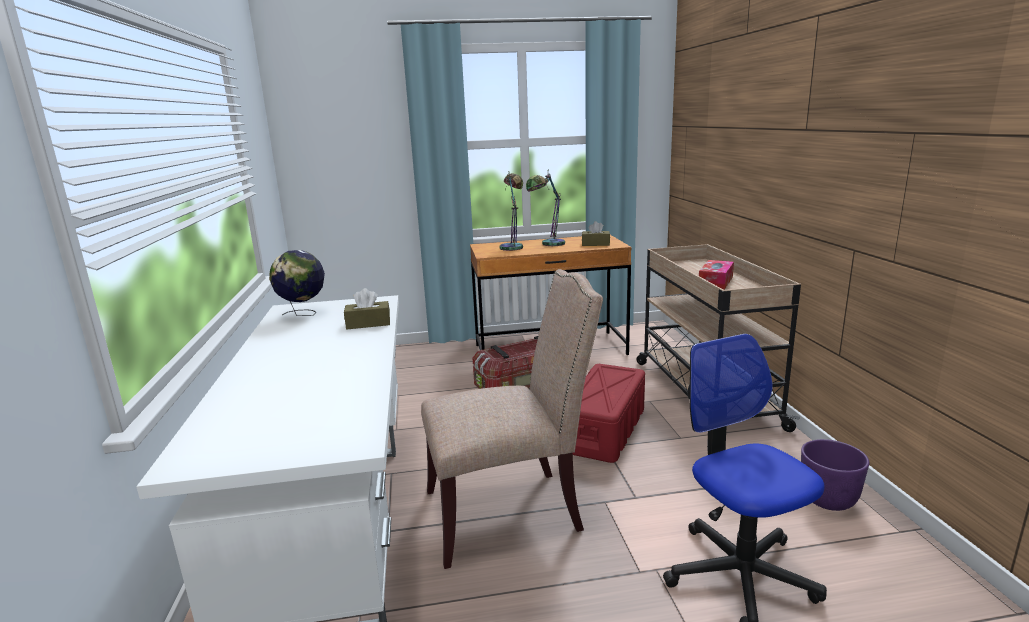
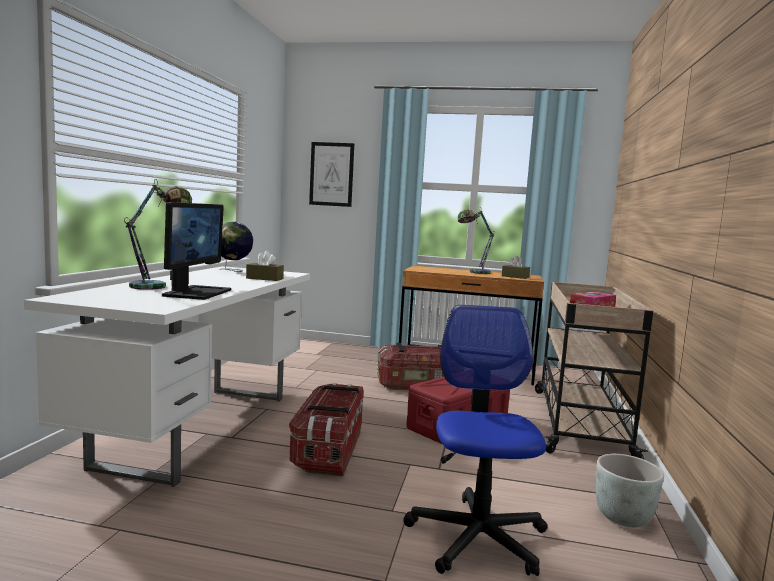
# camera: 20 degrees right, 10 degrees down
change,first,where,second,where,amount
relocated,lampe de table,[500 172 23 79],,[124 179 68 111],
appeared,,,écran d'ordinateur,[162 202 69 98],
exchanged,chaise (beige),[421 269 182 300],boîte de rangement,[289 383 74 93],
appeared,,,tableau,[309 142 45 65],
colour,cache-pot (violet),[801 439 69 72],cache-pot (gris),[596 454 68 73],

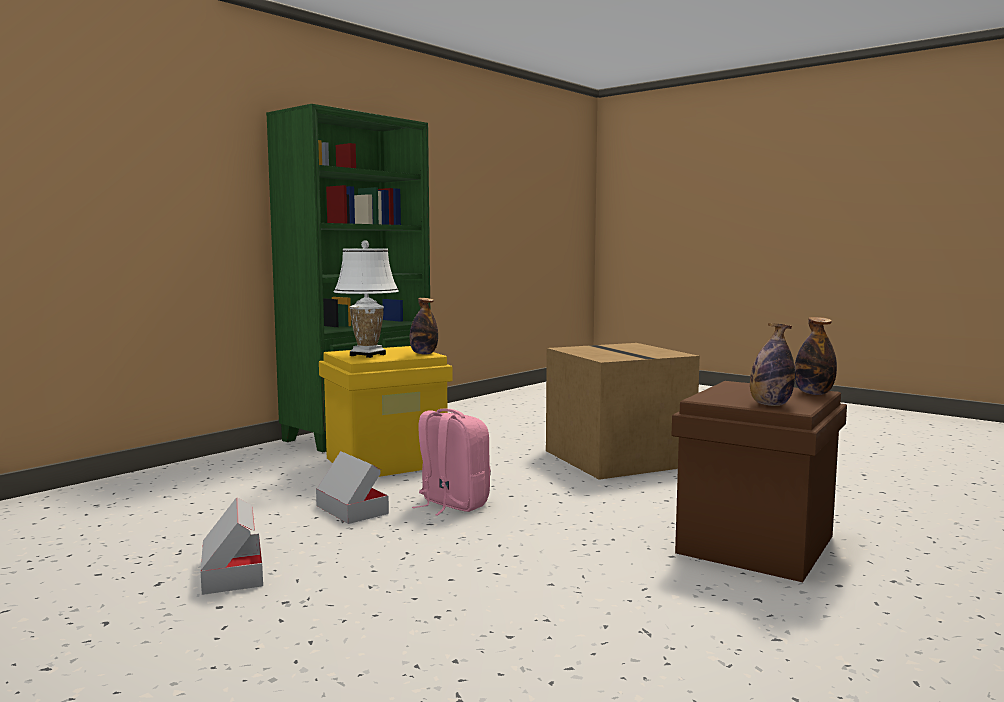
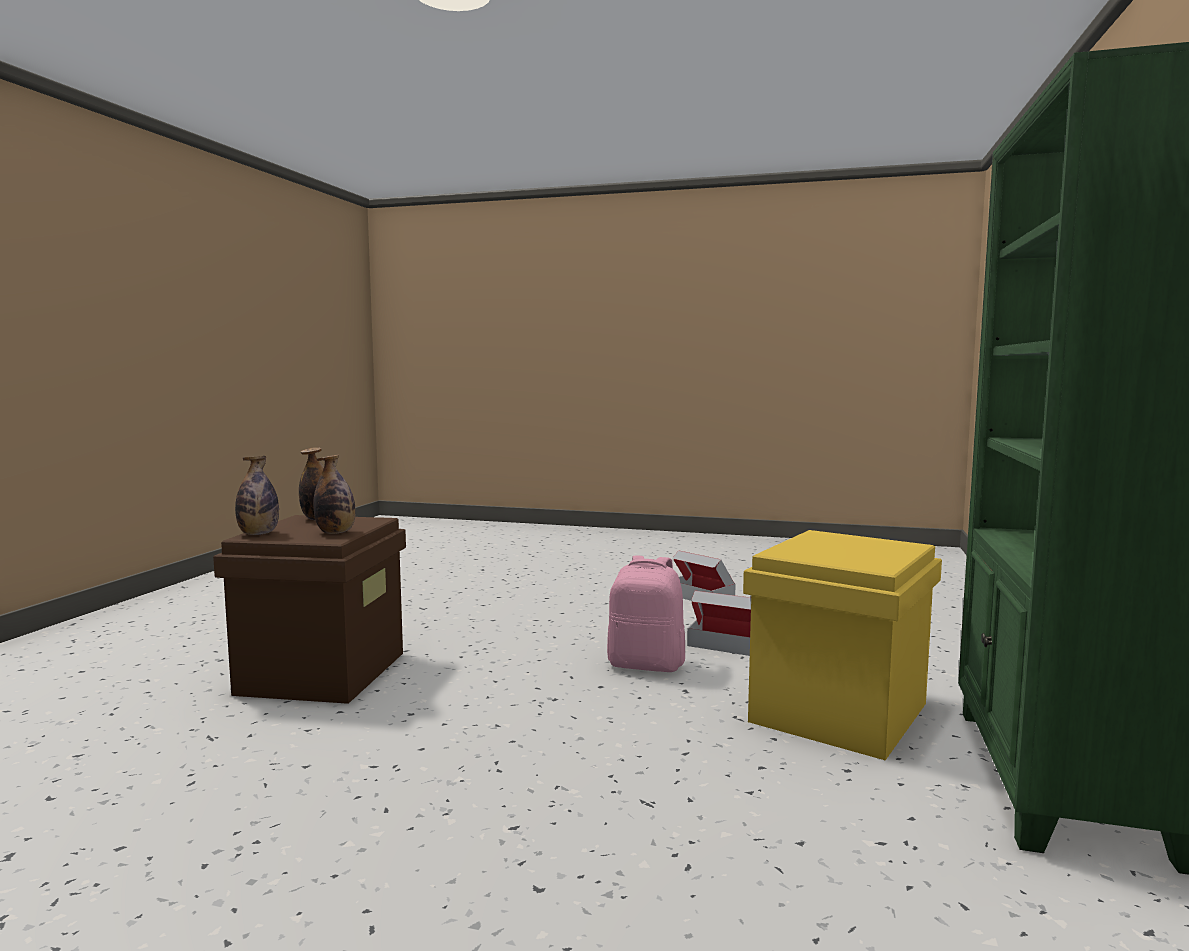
# camera: 155 degrees right, 0 degrees up
change,first,where,second,where,amount
relocated,bouteille,[410 298 28 57],,[314 455 42 79],
missing,lampe de table (blanc),[334 240 65 118],,,
missing,carton,[546 343 154 137],,,

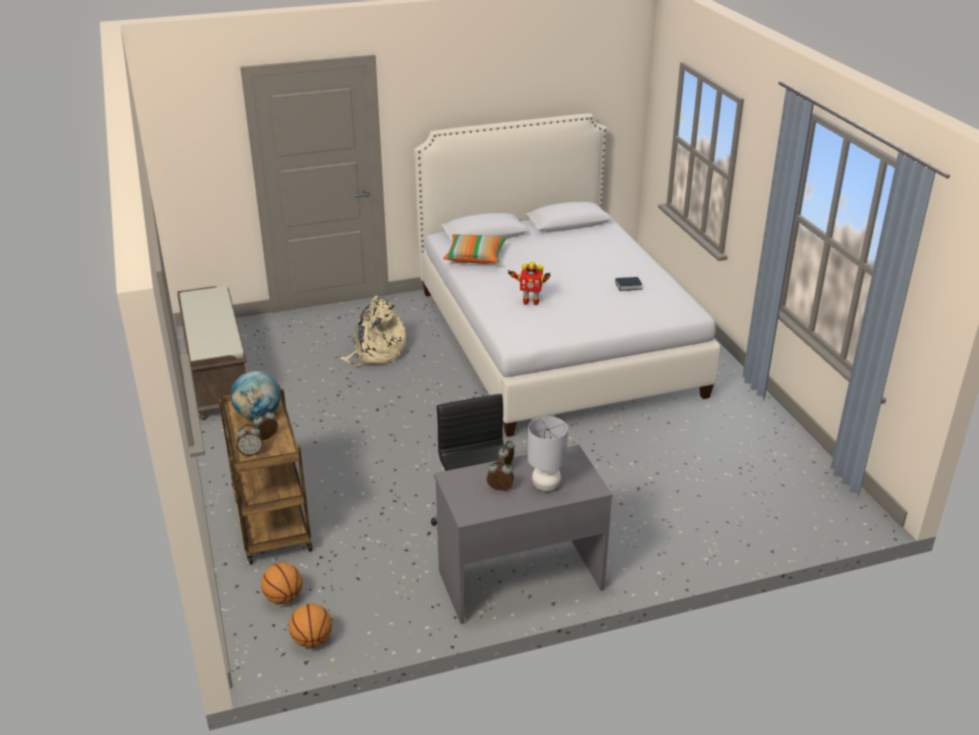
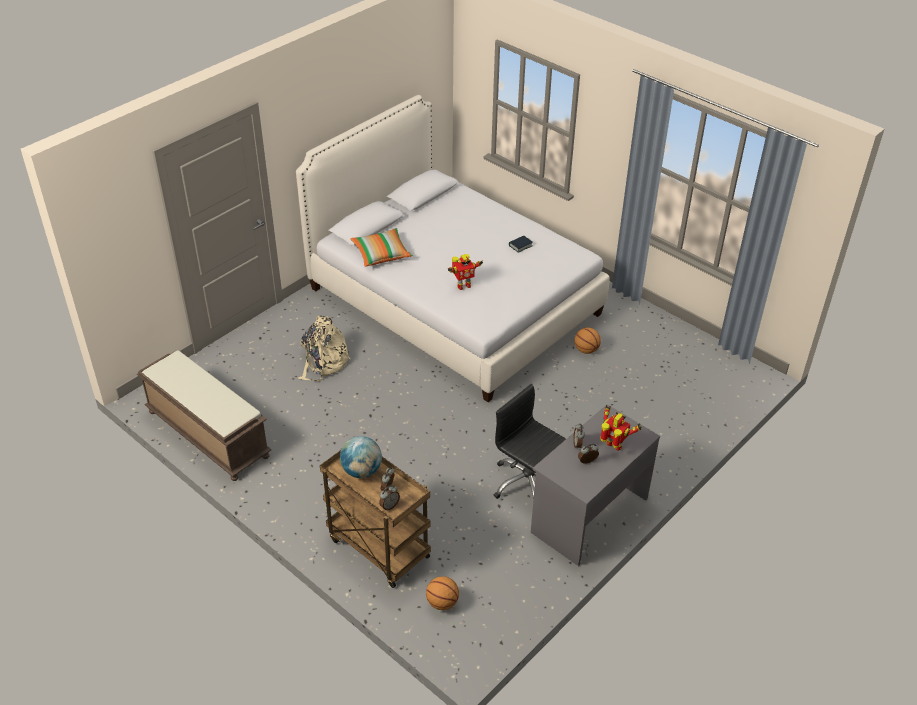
# camera: 30 degrees left, 10 degrees up
change,first,where,second,where,amount
relocated,ballon de basket,[289 604 43 44],,[574 327 27 27],
exchanged,lampe de table (gris),[528 416 40 75],robot jouet,[600 405 42 45],

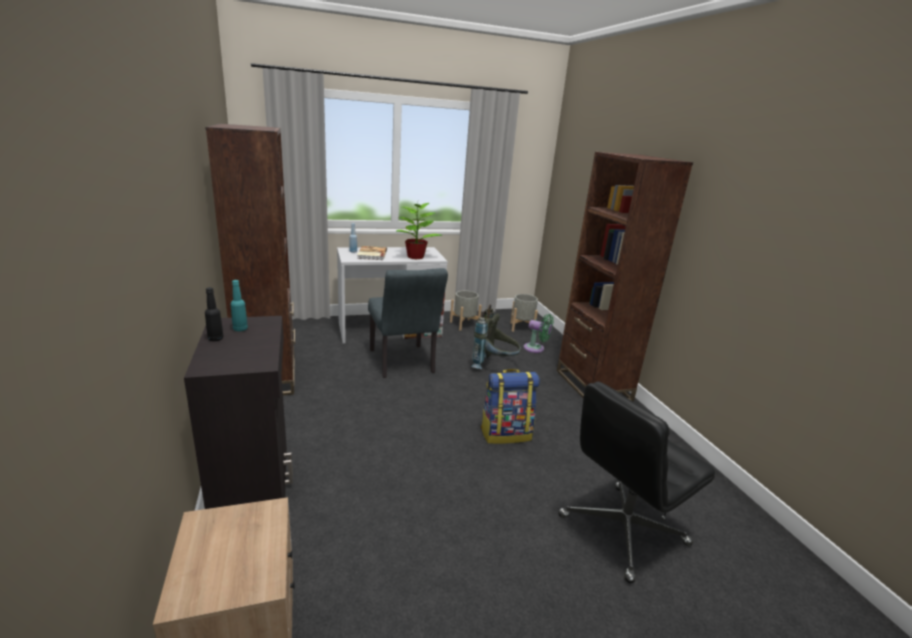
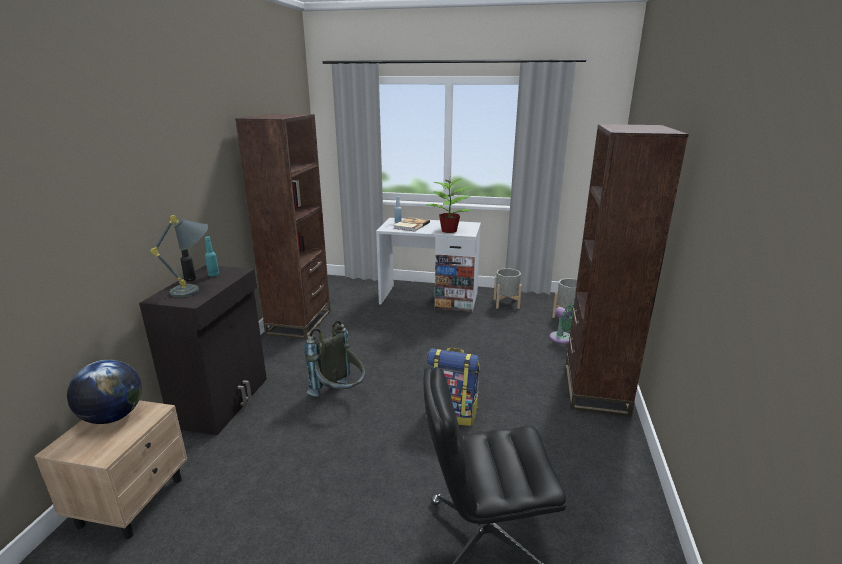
# camera: 30 degrees right, 0 degrees up
change,first,where,second,where,amount
appeared,,,globe,[67 359 75 65],
appeared,,,lampe de table (gris),[151 215 57 82],
relocated,sac à dos (gris),[471 305 50 64],,[304 320 61 77],
missing,chaise (gris),[368 268 80 110],,,

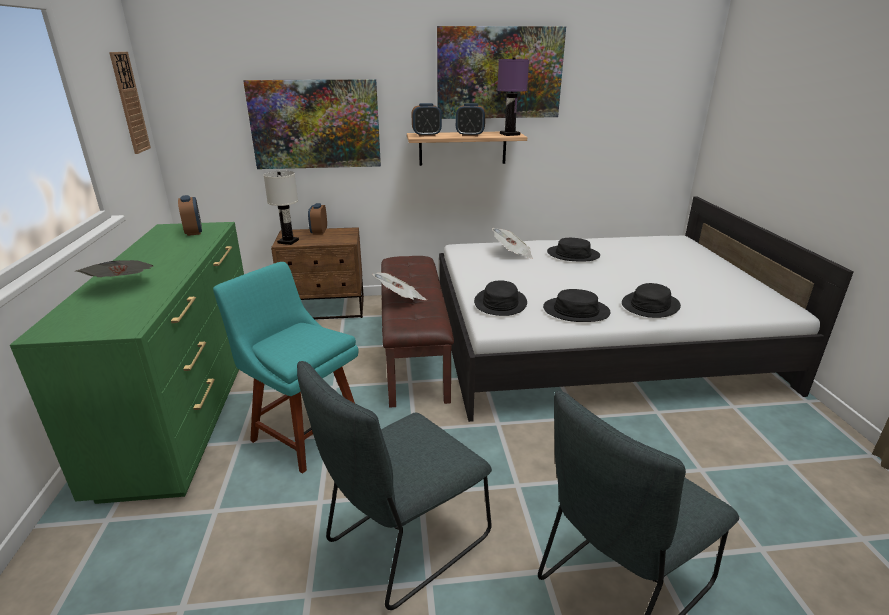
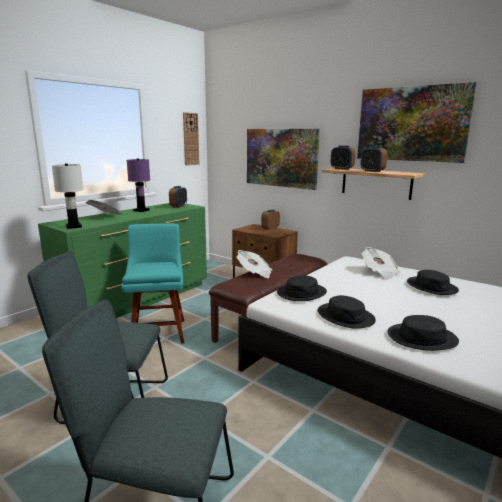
# camera: 45 degrees right, 10 degrees down
change,first,where,second,where,amount
relocated,lampe de table (blanc),[263 171 36 74],,[52 164 32 65],
relocated,lampe de table (violet),[497 57 32 79],,[127 159 23 53],

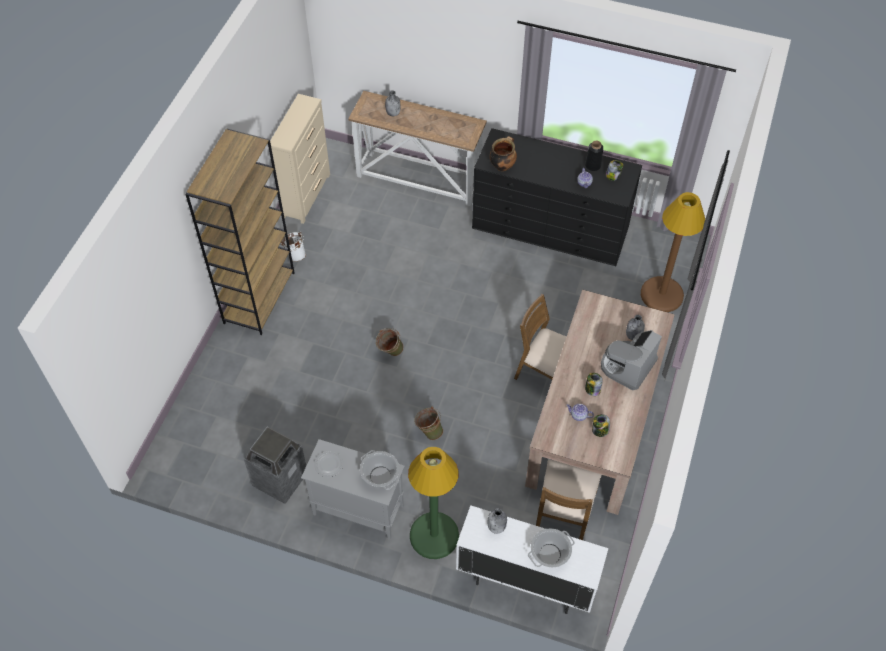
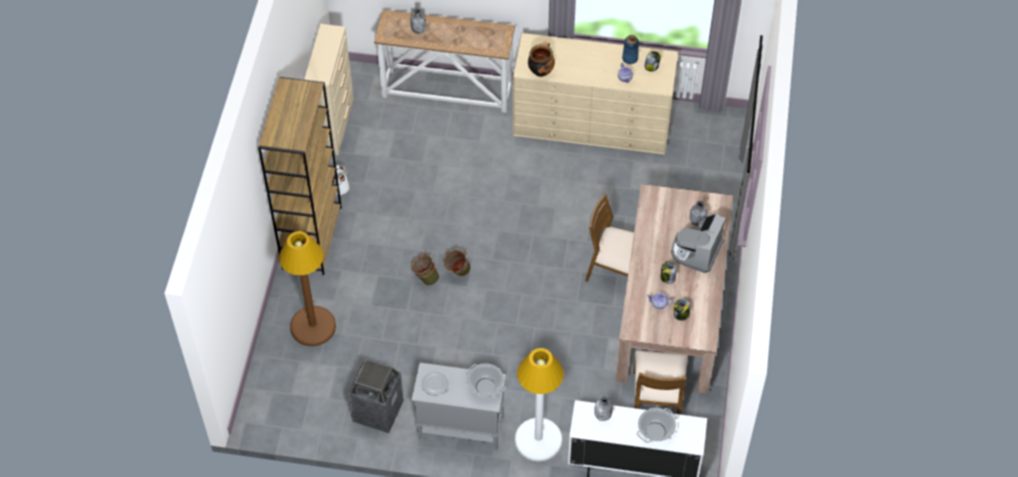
# camera: 10 degrees left, 0 degrees up
change,first,where,second,where,amount
relocated,lampadaire (marron),[641 192 64 120],,[279 231 57 115],
relocated,seau (vert),[414 406 29 34],,[411 253 28 33],
colour,commode (noir),[472 128 170 138],commode (beige),[513 33 165 122],
colour,lampadaire (vert),[408 447 51 112],lampadaire (blanc),[515 348 49 113],
colour,vase (noir),[585 141 18 30],vase (bleu),[622 35 17 29],

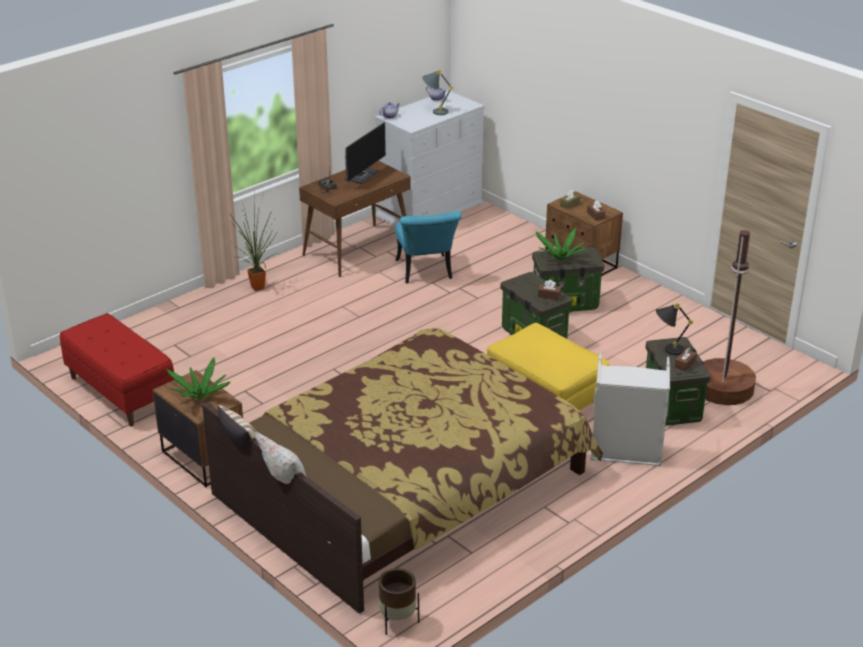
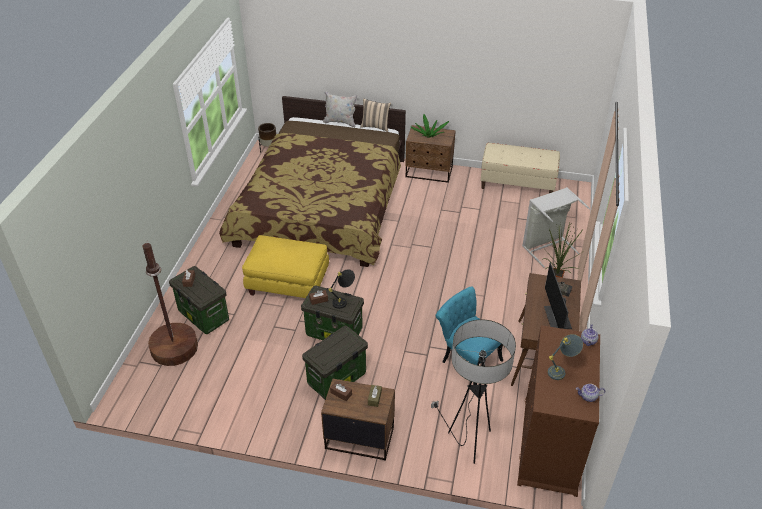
# camera: 145 degrees right, 10 degrees up
change,first,where,second,where,amount
relocated,lampe de table (noir),[656 303 37 52],,[329 269 26 40],
appeared,,,lampadaire,[431 319 85 145],
colour,banc (rouge),[60 313 114 113],banc (beige),[480 143 80 50],
colour,commode (blanc),[375 90 110 135],commode (marron),[517 325 83 172],
relocated,panier à linge (gris),[591 351 79 116],,[522 187 68 80],
missing,plante en pot,[536 227 52 33],,,

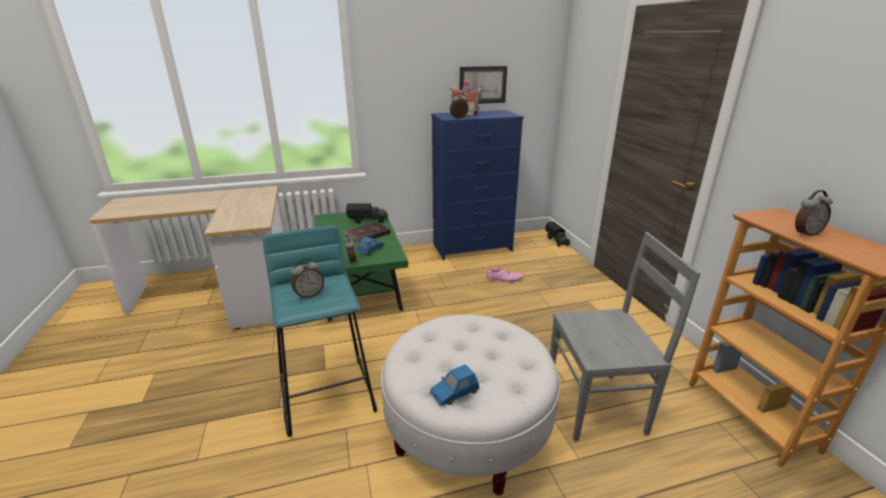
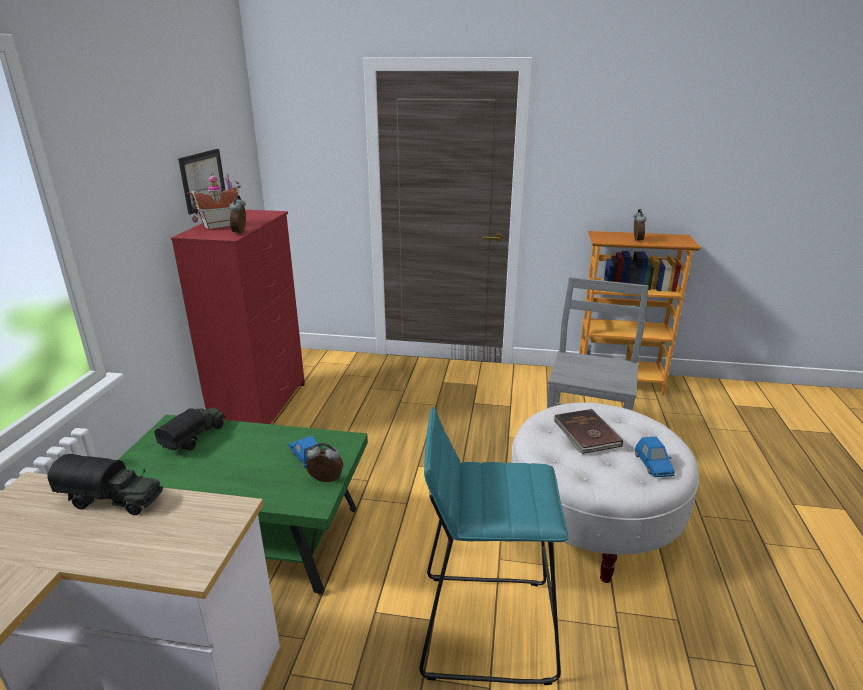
# camera: 65 degrees left, 0 degrees up
change,first,where,second,where,amount
relocated,camion jouet,[545 222 25 25],,[47 454 116 61],
colour,commode (bleu),[431 110 93 150],commode (rouge),[171 210 134 214],
relocated,livre (marron),[344 222 46 21],,[554 409 69 45],
missing,réveil,[291 258 33 41],,,
missing,chaussure (rose),[486 268 37 15],,,

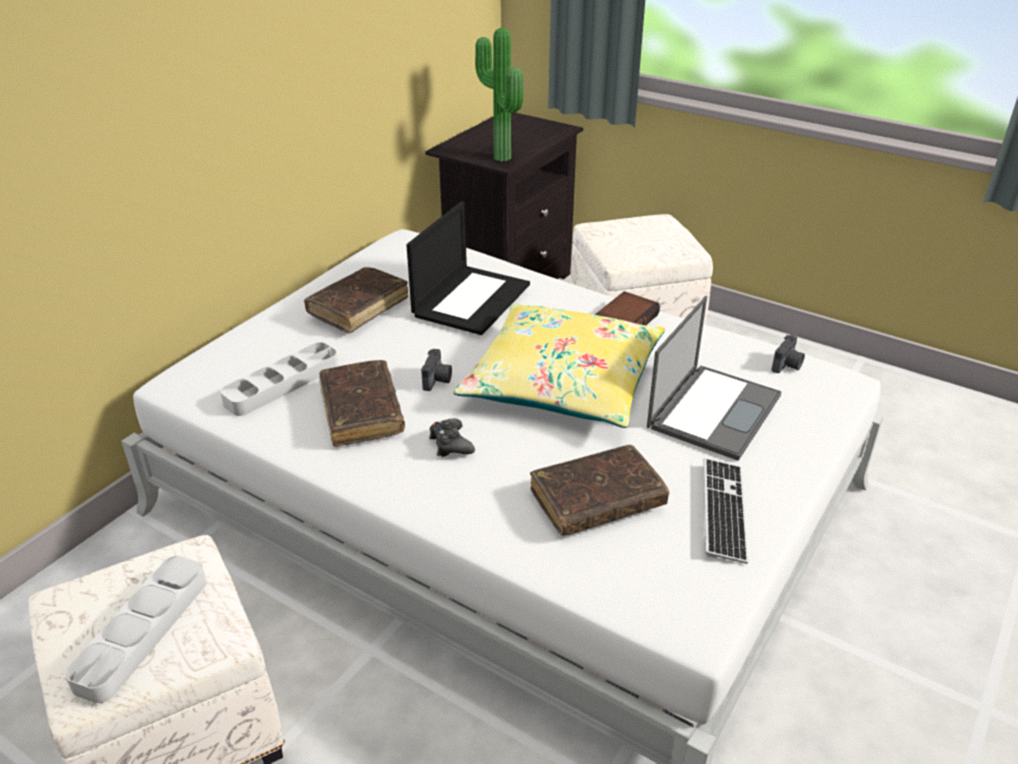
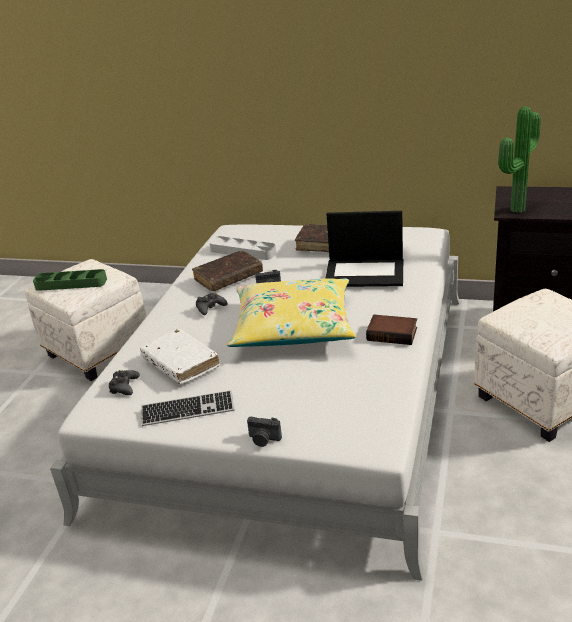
# camera: 75 degrees right, 5 degrees down
change,first,where,second,where,amount
colour,plateau (gris),[65 556 142 147],plateau (vert),[33 269 74 22],
appeared,,,manette (noir),[109 370 31 25],
colour,livre (marron),[530 445 139 91],livre (blanc),[140 329 80 55],
relocated,appareil photo,[772 335 33 38],,[247 417 35 30],
missing,ordinateur portable,[647 296 135 165],,,

